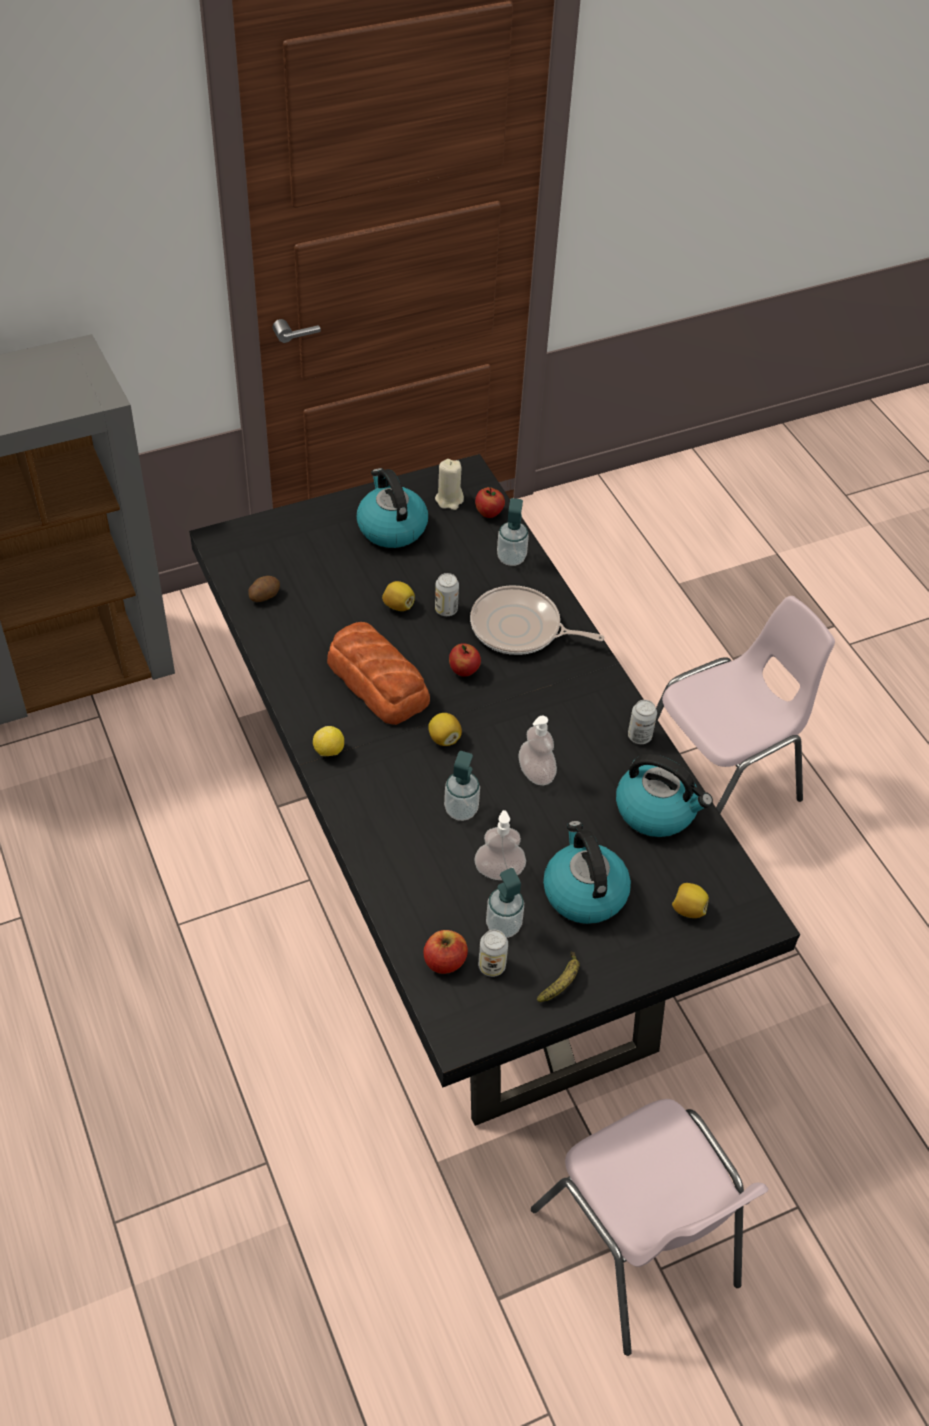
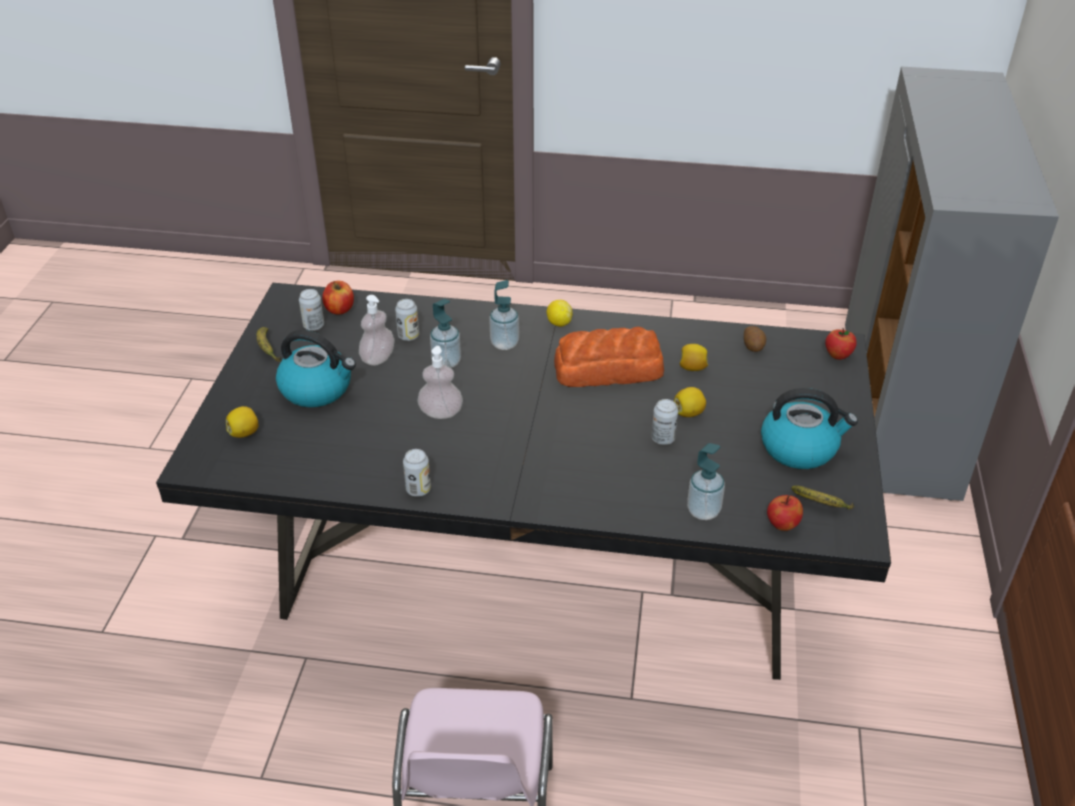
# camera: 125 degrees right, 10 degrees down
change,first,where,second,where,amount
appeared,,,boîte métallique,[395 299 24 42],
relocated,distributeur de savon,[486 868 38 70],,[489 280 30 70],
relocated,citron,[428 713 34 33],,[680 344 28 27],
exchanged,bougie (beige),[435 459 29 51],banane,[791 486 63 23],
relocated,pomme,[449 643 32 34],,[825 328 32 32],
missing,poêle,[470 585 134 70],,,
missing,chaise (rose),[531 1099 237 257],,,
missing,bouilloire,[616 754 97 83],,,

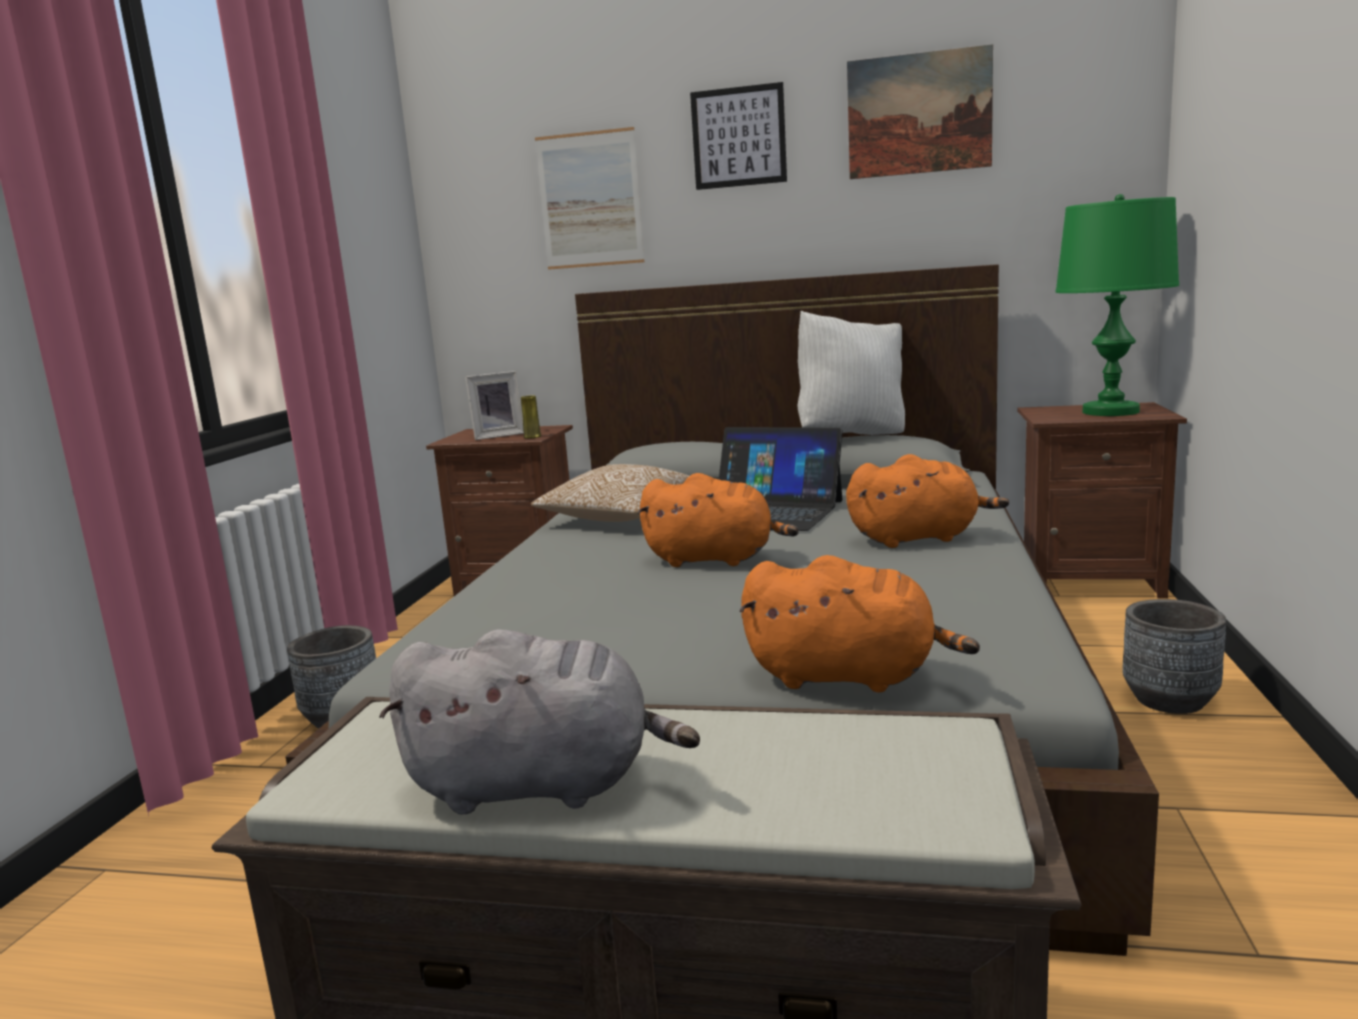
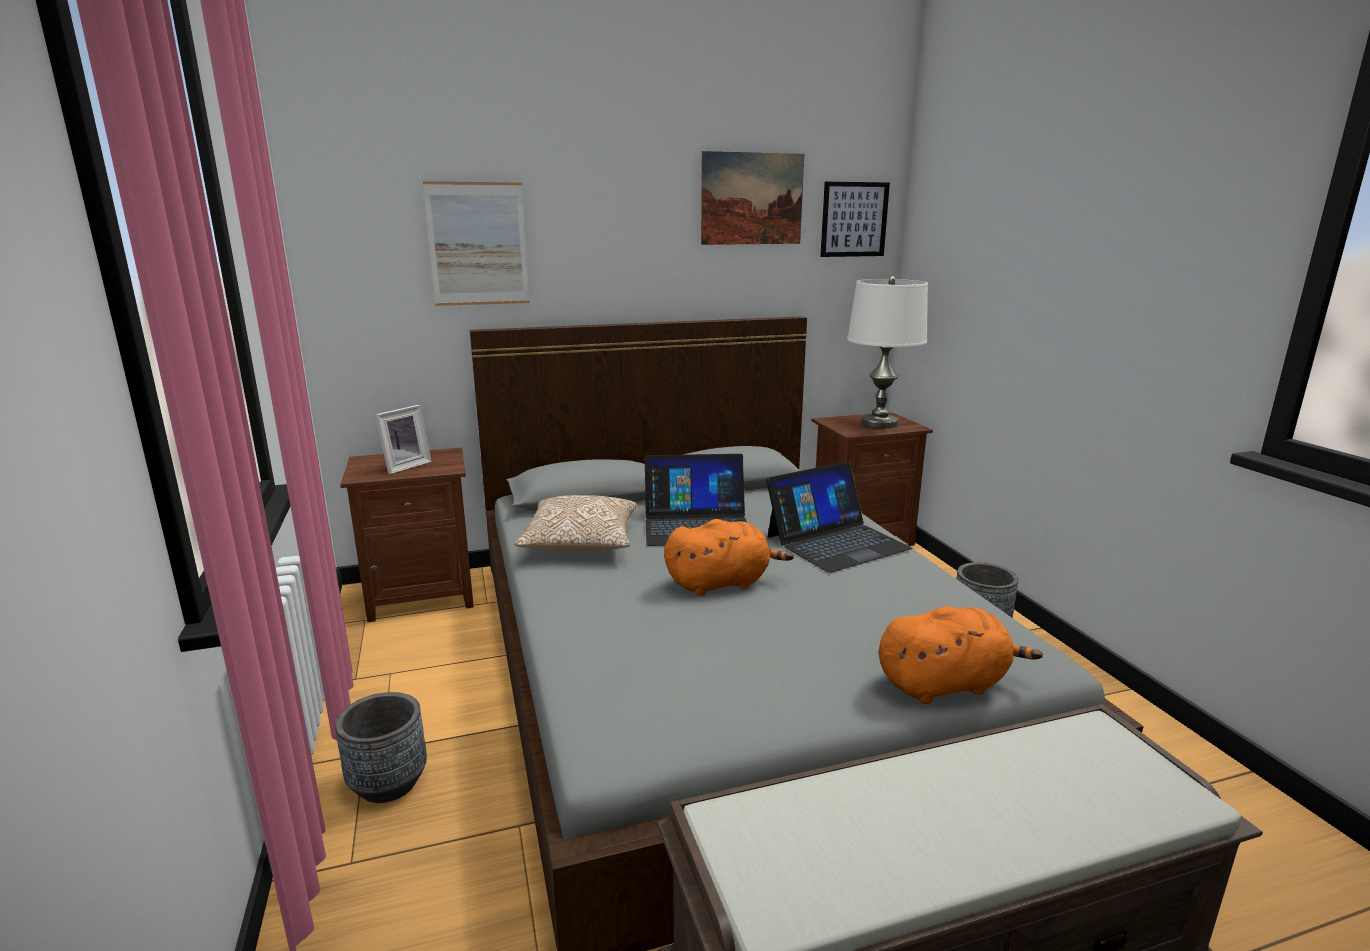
# camera: 30 degrees left, 5 degrees up
change,first,where,second,where,amount
exchanged,peluche (orange),[846 454 163 94],ordinateur portable,[766 461 147 112],
relocated,tableau,[690 82 97 108],,[820 182 70 75],
colour,lampe de table (vert),[1056 194 123 222],lampe de table (blanc),[847 276 81 152],
missing,peluche (gris),[379 629 321 185],,,
missing,vase (jaune),[521 395 20 44],,,
missing,coussin (blanc),[798 311 107 124],,,

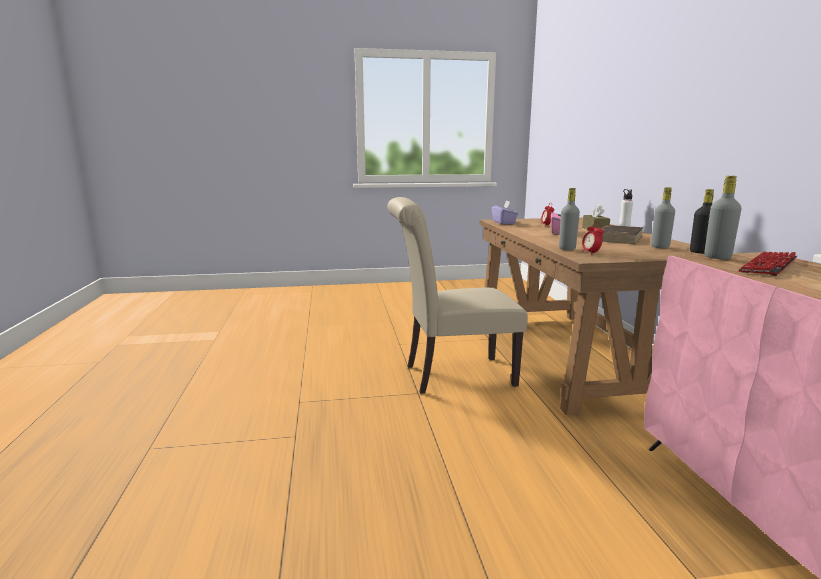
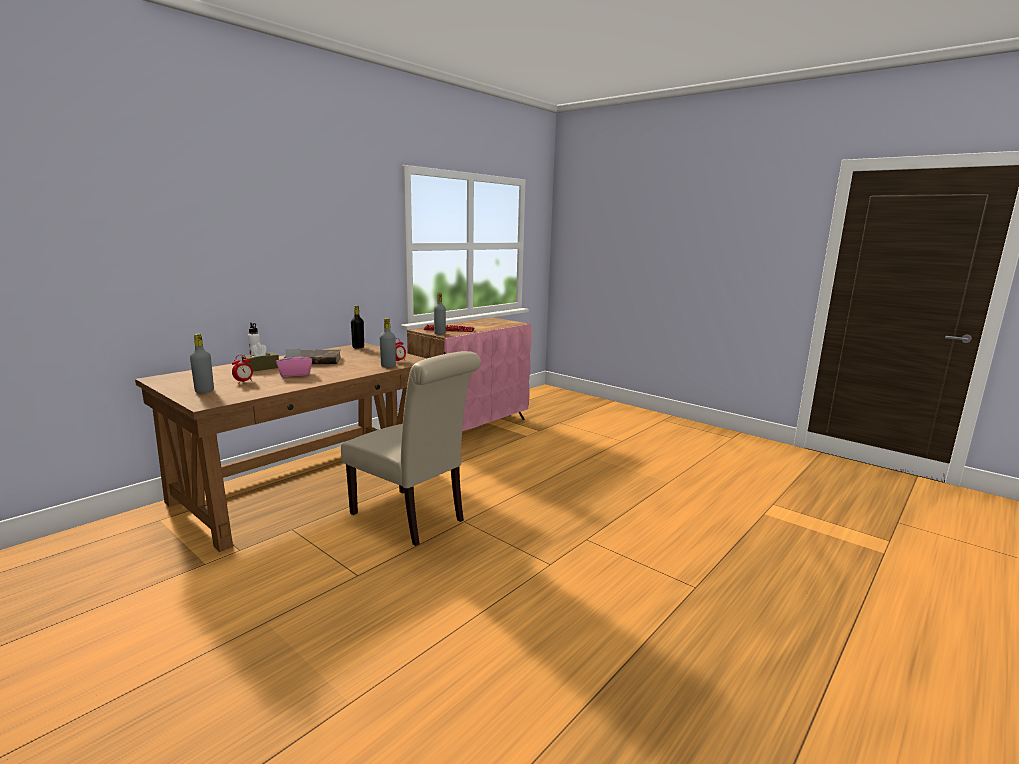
# camera: 130 degrees left, 0 degrees up
change,first,where,second,where,amount
relocated,bouteille (gris),[651 187 24 61],,[190 334 24 59],
missing,boîte à mouchoirs (violet),[492 201 26 23],,,

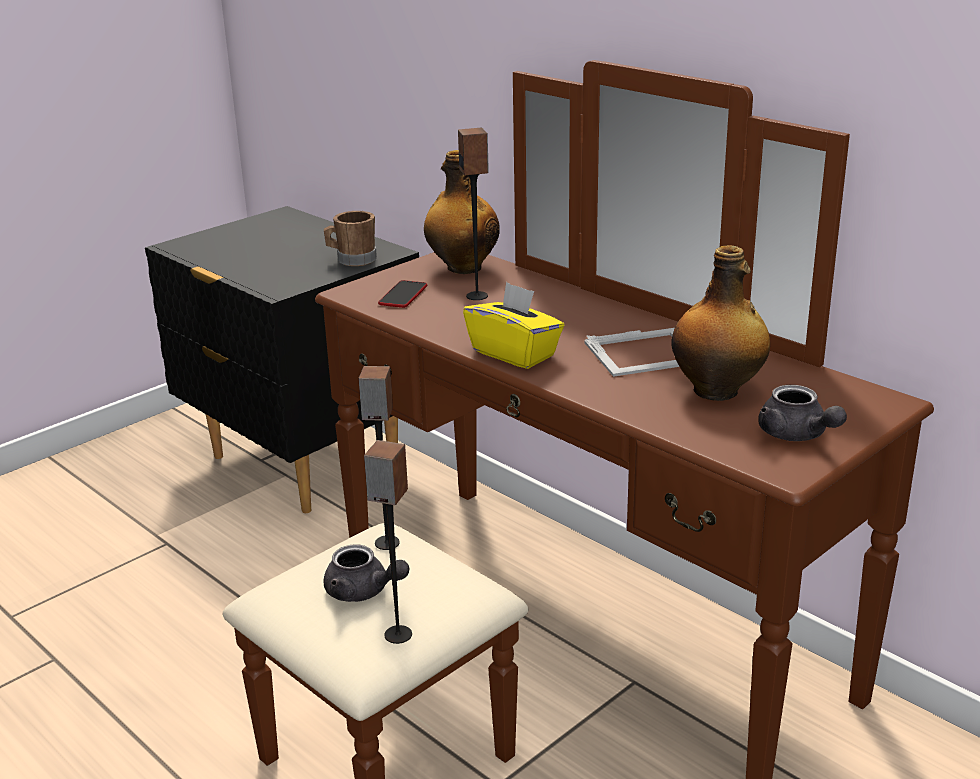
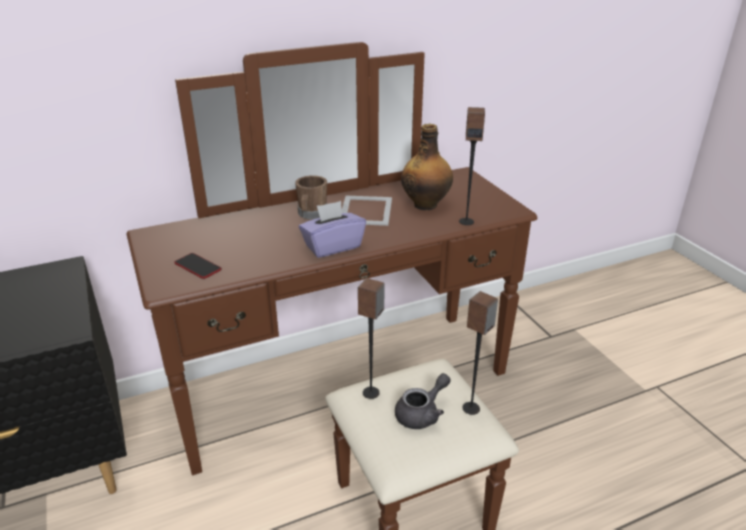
# camera: 70 degrees left, 5 degrees up
change,first,where,second,where,amount
relocated,mug (marron),[324 211 53 55],,[295 175 32 45],
colour,boîte à mouchoirs (jaune),[463 282 102 87],boîte à mouchoirs (violet),[299 201 67 57],
relocated,enceinte,[458 128 31 172],,[459 107 26 118],
missing,bouteille,[424 150 76 124],,,
missing,théière (gris),[758 385 89 56],,,

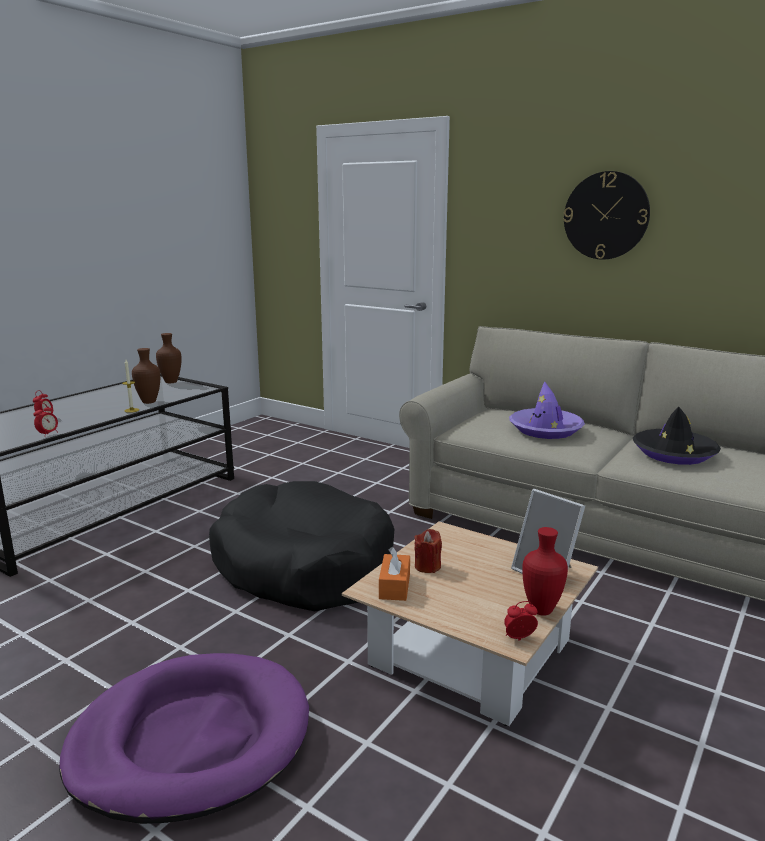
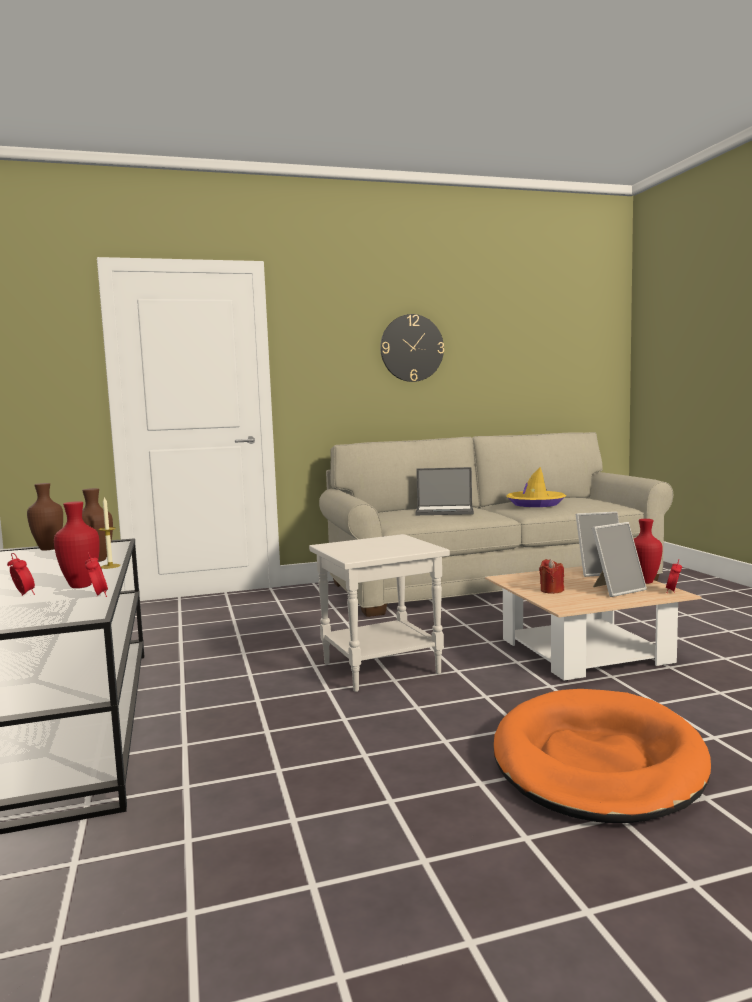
# camera: 50 degrees left, 10 degrees down
change,first,where,second,where,amount
appeared,,,vase (rouge),[54 501 46 87],
exchanged,panier pour chien (noir),[209 481 185 130],table d'appoint (blanc),[309 534 141 158],
exchanged,chapeau (violet),[509 381 76 58],ordinateur portable,[416 467 58 48],
colour,panier pour chien (violet),[59 653 250 171],panier pour chien (orange),[494 689 217 134],
colour,chapeau (noir),[633 406 88 59],chapeau (jaune),[506 467 60 40],
appeared,,,cadre photo,[592 522 55 75],
missing,boîte à mouchoirs (orange),[379 547 31 54],,,

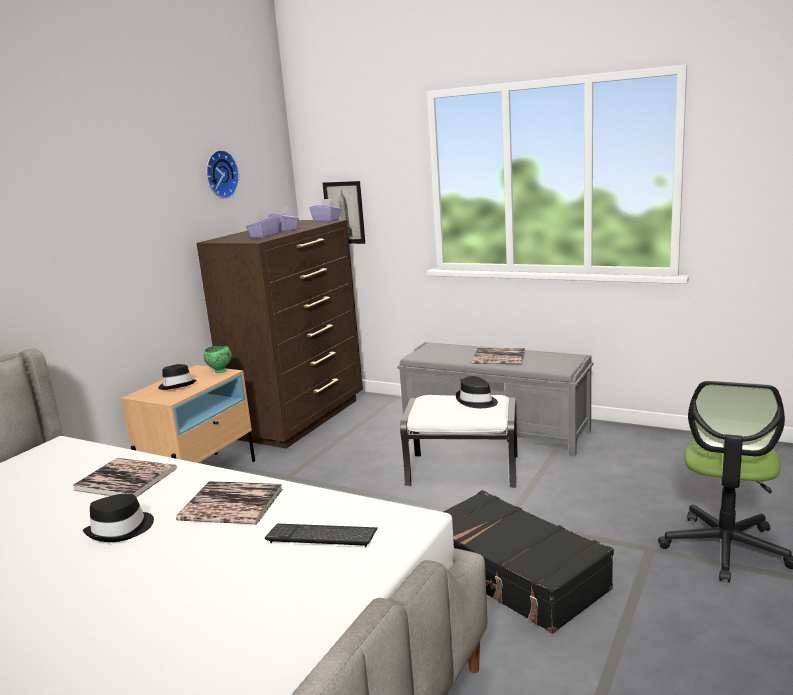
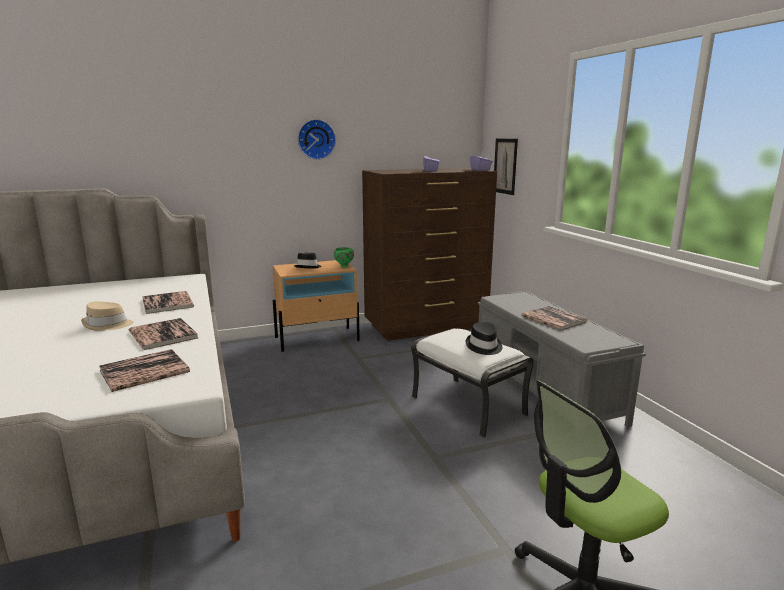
# camera: 40 degrees right, 0 degrees up
change,first,where,second,where,amount
colour,chapeau (noir),[83 494 71 48],chapeau (beige),[81 301 52 30],
exchanged,clavier,[265 524 113 24],livre,[99 349 91 43],
relocated,horloge murale,[206 150 33 49],,[298 119 38 41],
missing,boîte à mouchoirs (violet),[246 211 34 27],,,
missing,valise (noir),[444 490 170 144],,,

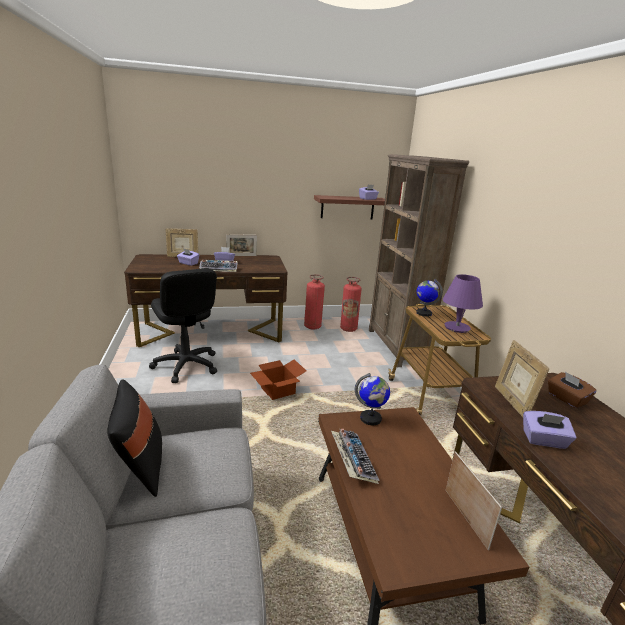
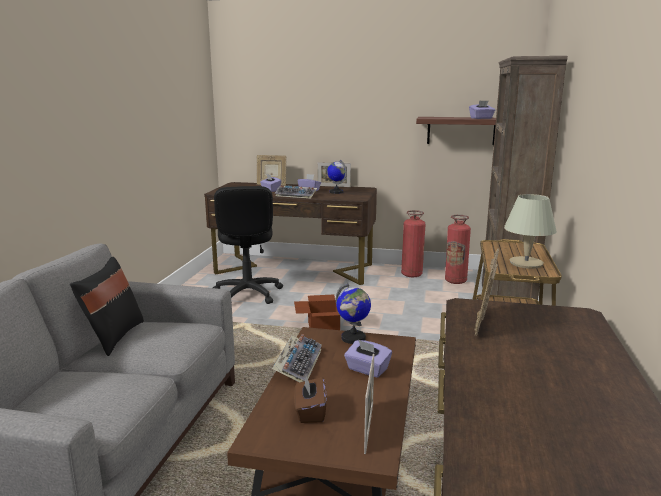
# camera: 25 degrees right, 5 degrees down
change,first,where,second,where,amount
relocated,boîte à mouchoirs (marron),[548 371 49 37],,[294 376 33 47],
relocated,globe,[416 279 27 38],,[327 160 20 34],
relocated,boîte à mouchoirs (violet),[523 411 53 38],,[344 340 48 38],
colour,lampe de table (violet),[443 274 40 59],lampe de table (beige),[504 194 53 75],

